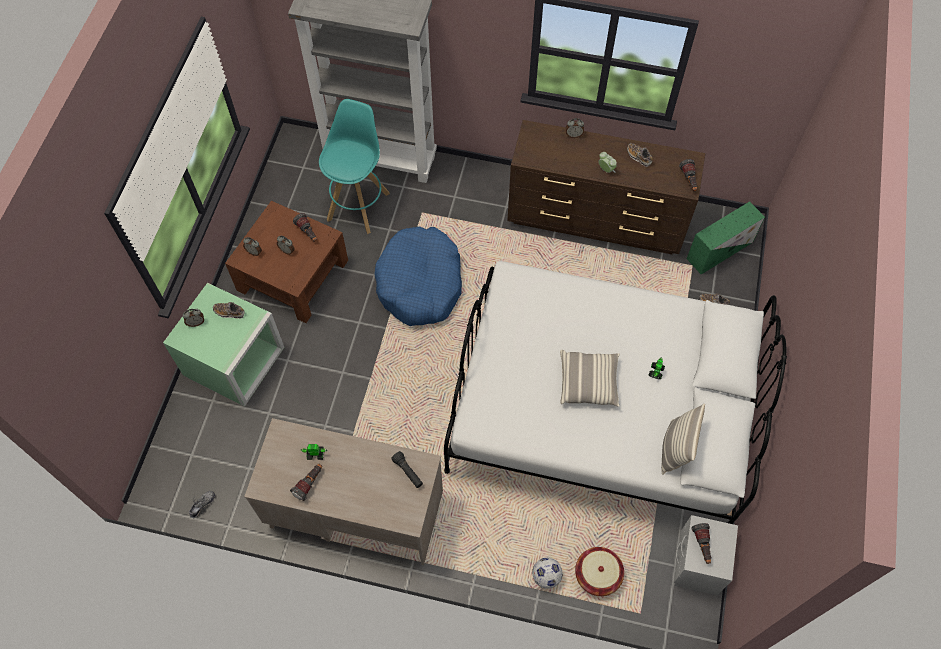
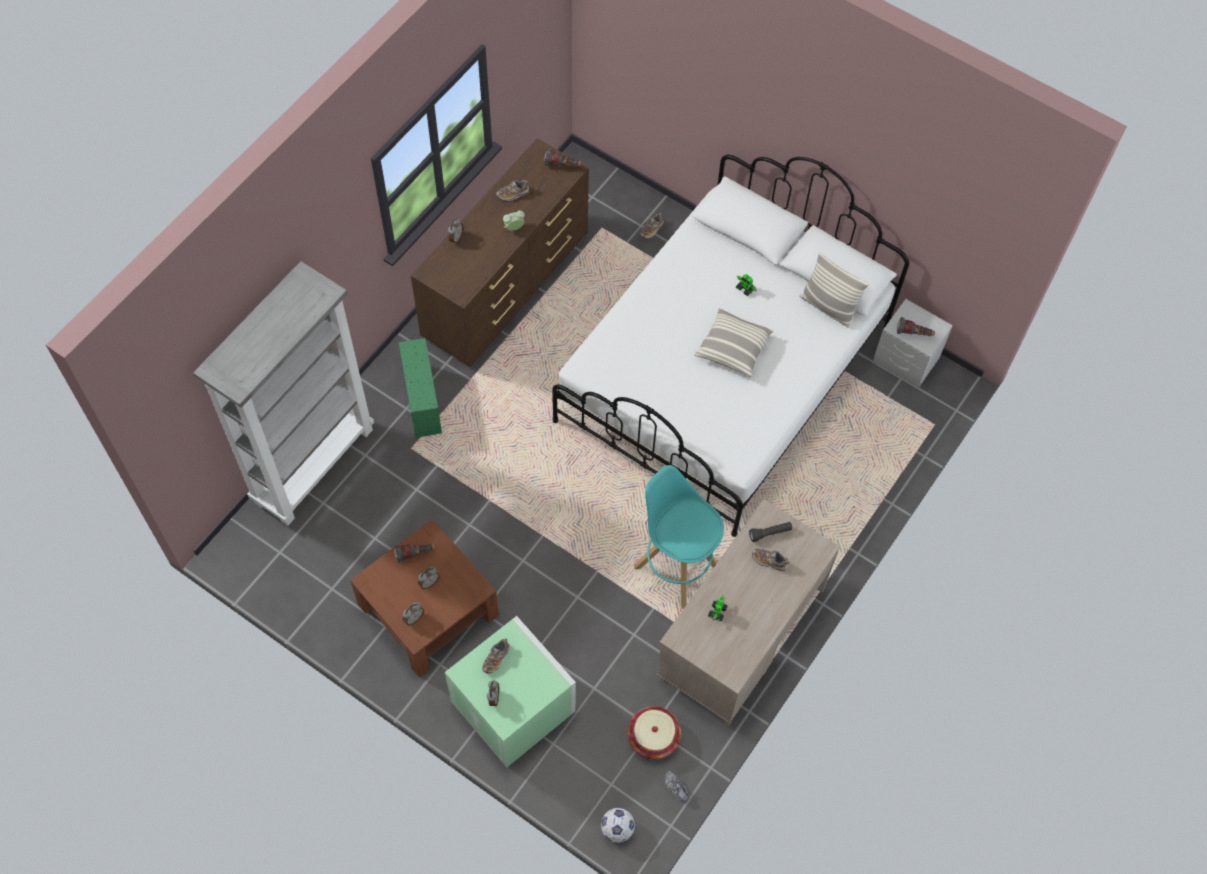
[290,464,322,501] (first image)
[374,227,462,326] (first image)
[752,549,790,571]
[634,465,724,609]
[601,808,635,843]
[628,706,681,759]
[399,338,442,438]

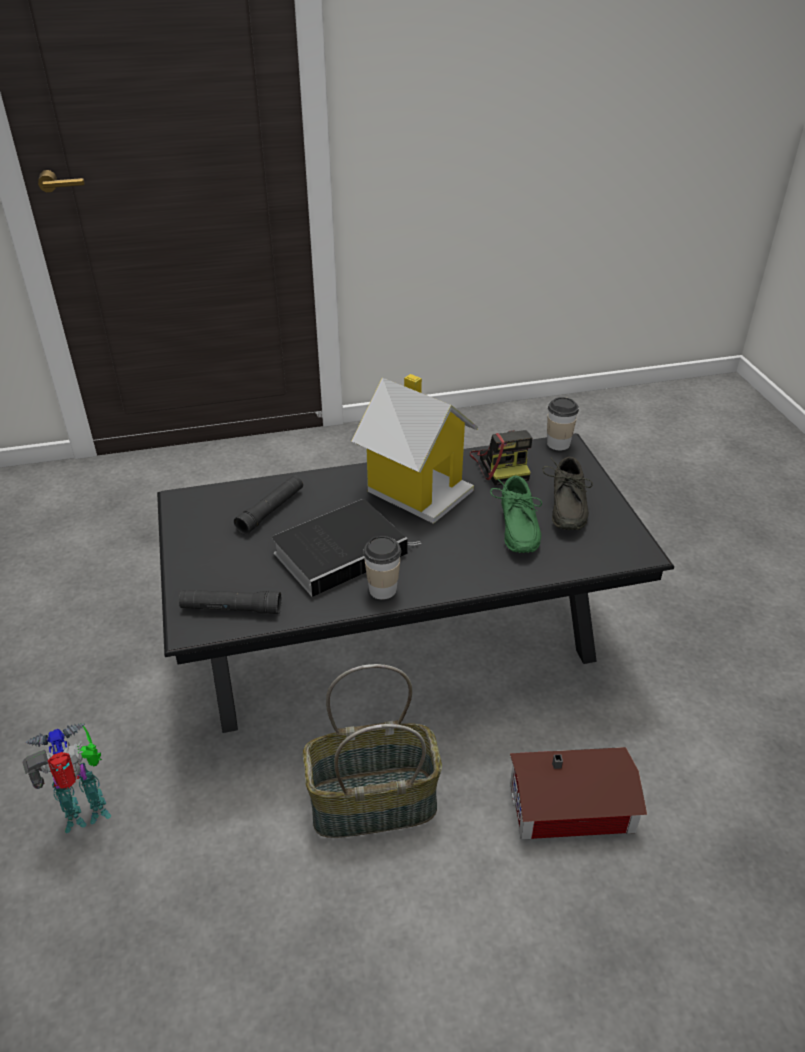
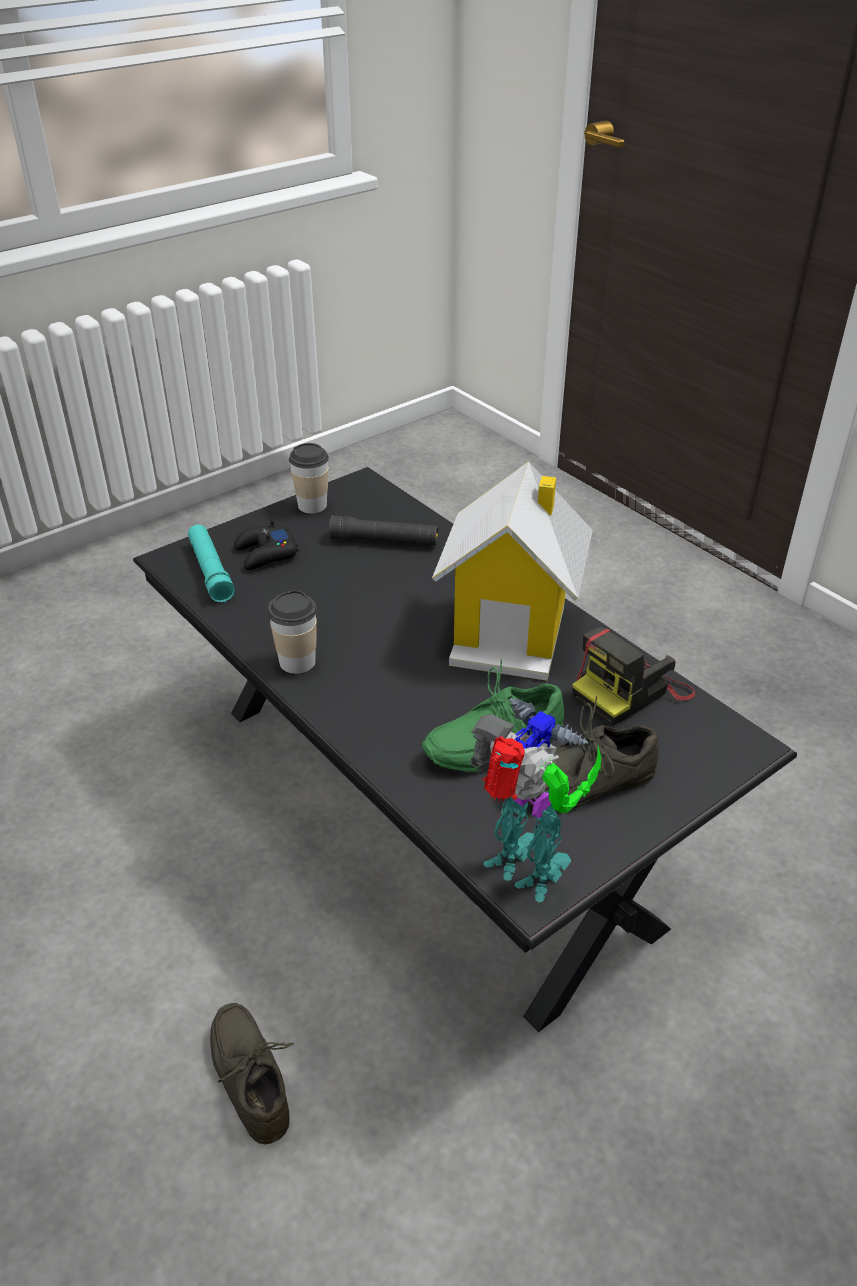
[272,499,421,597] (first image)
[303,664,442,838] (first image)
[234,520,299,570]
[471,698,601,902]
[289,443,329,514]
[210,1003,294,1144]
[188,525,235,603]

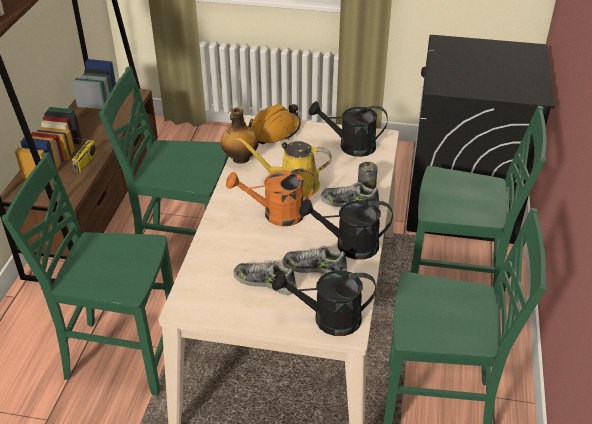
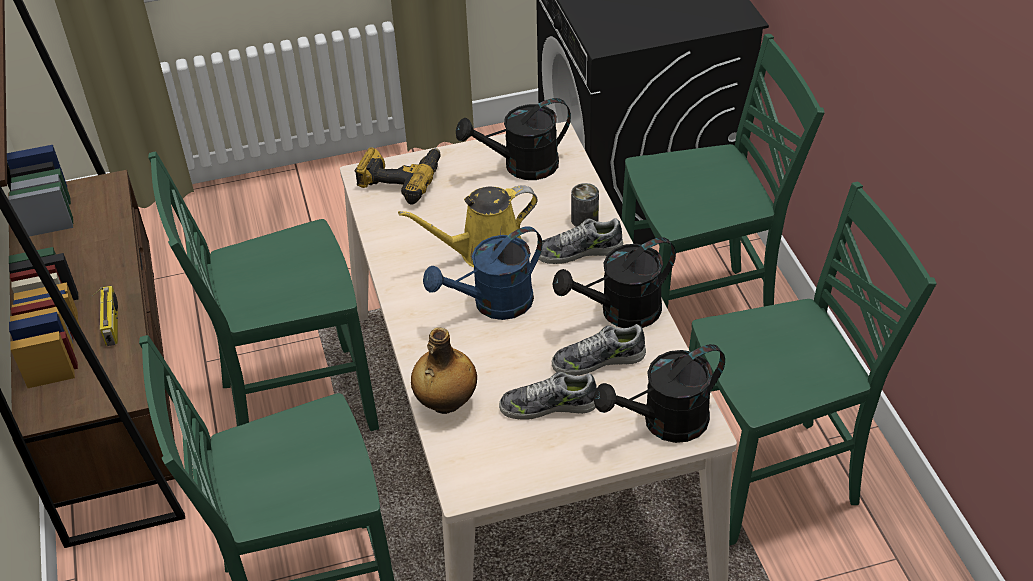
[411,327,477,414]
[355,147,440,205]
[423,226,542,320]

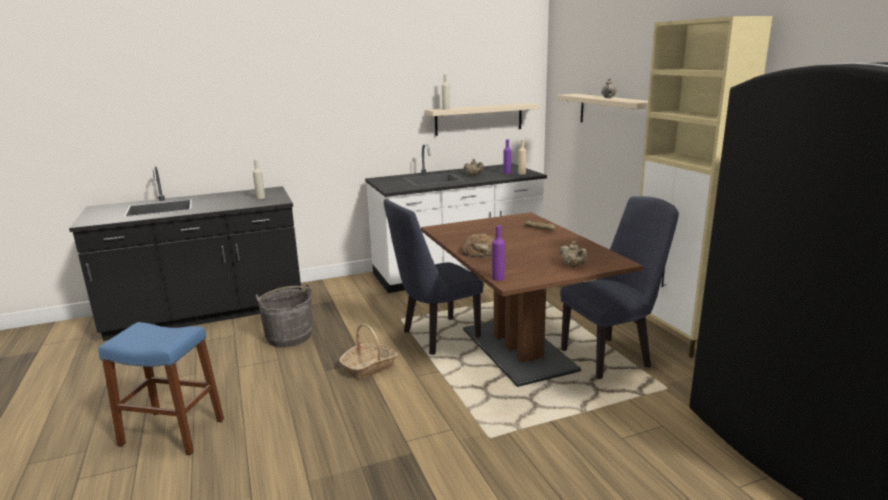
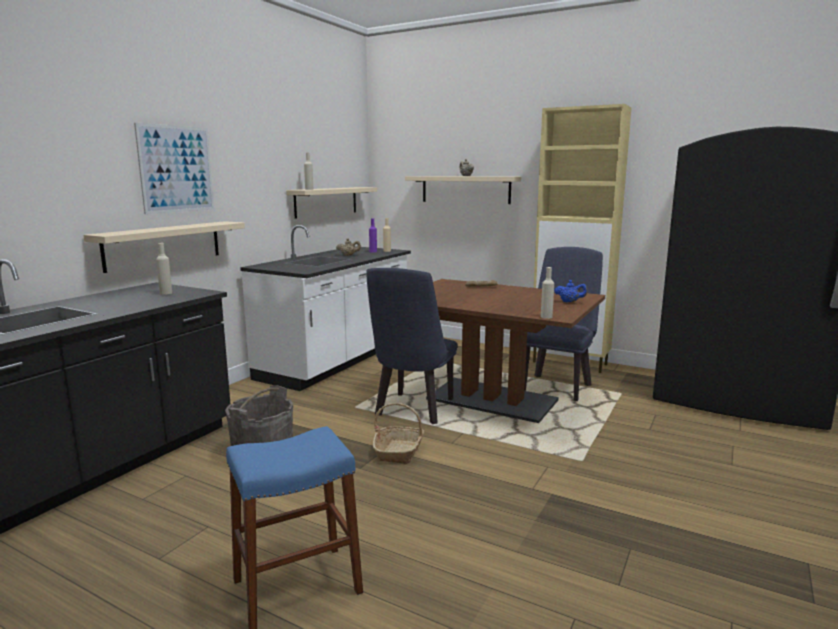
[461,232,495,258] (first image)
[83,221,245,273]
[134,123,214,214]
[541,267,554,319]
[554,280,587,303]

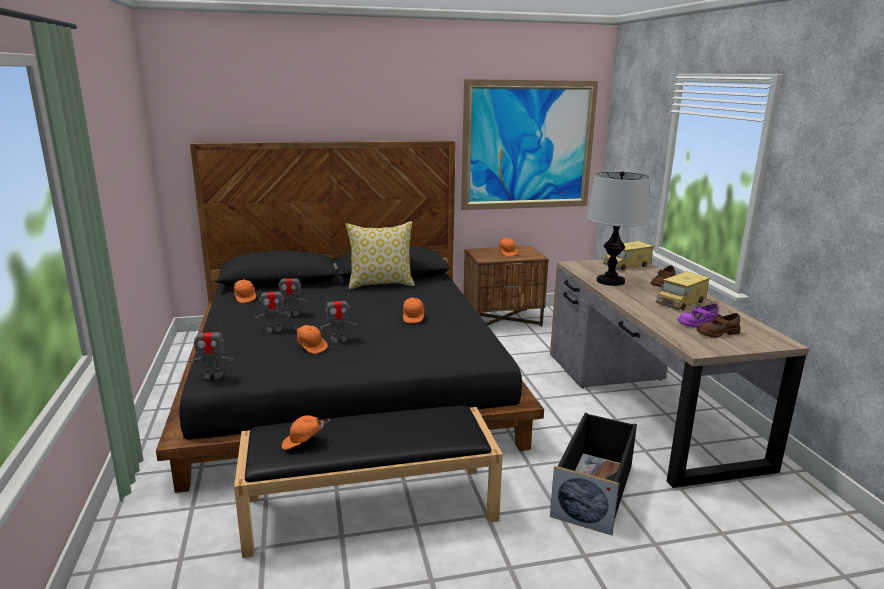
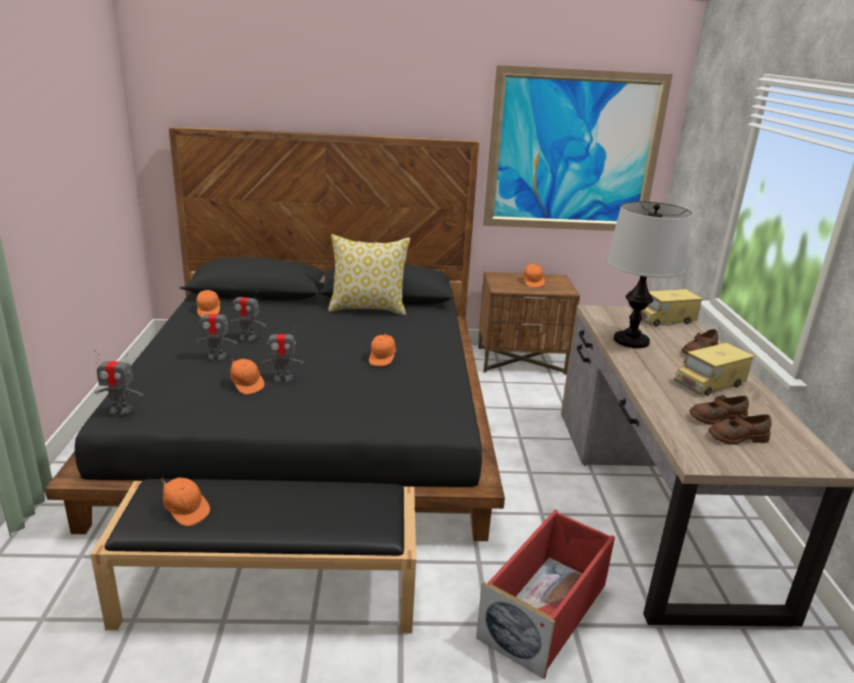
[476,510,615,679]
[689,395,749,425]
[161,477,210,526]

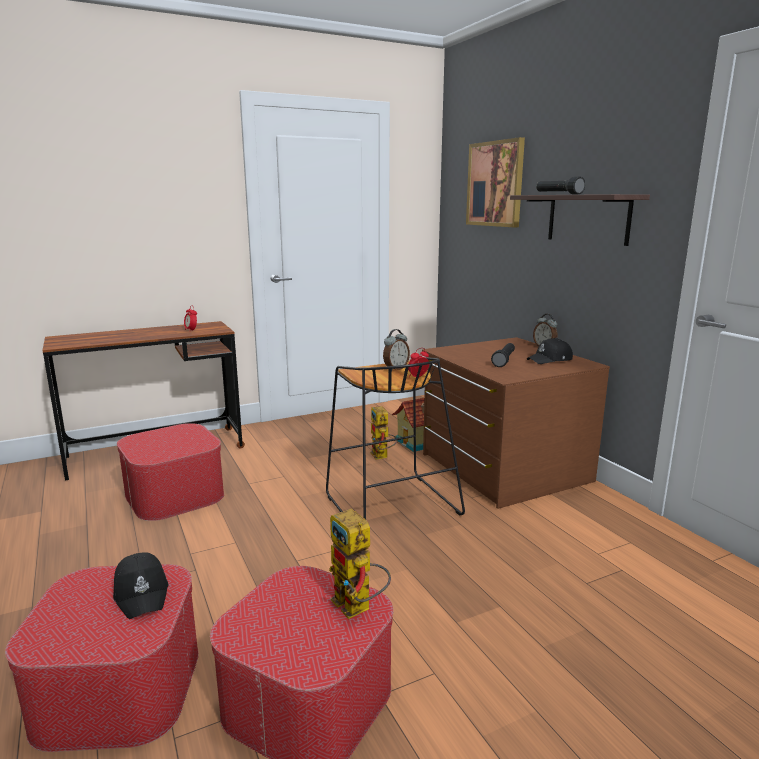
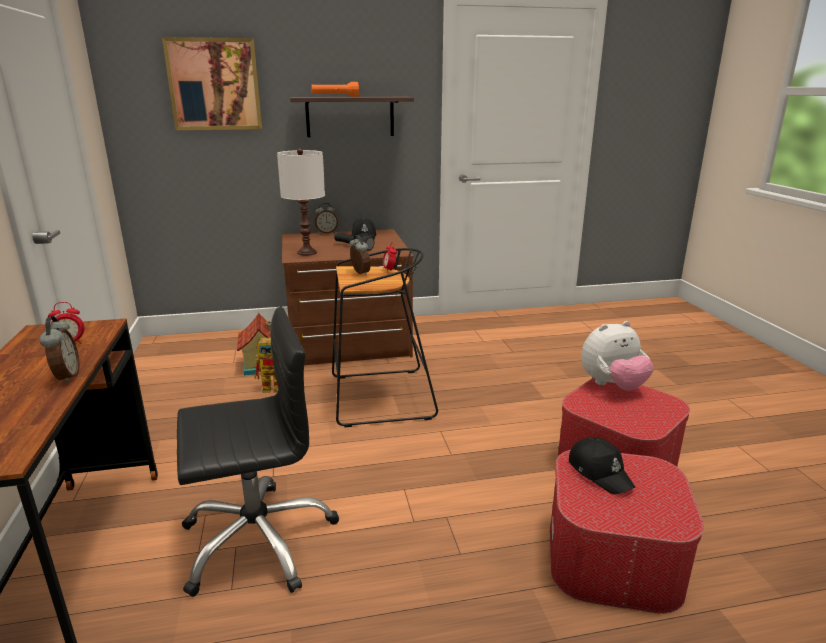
[39,316,80,383]
[277,148,325,256]
[177,307,339,597]
[581,321,654,391]
[311,82,359,97]
[569,437,635,495]

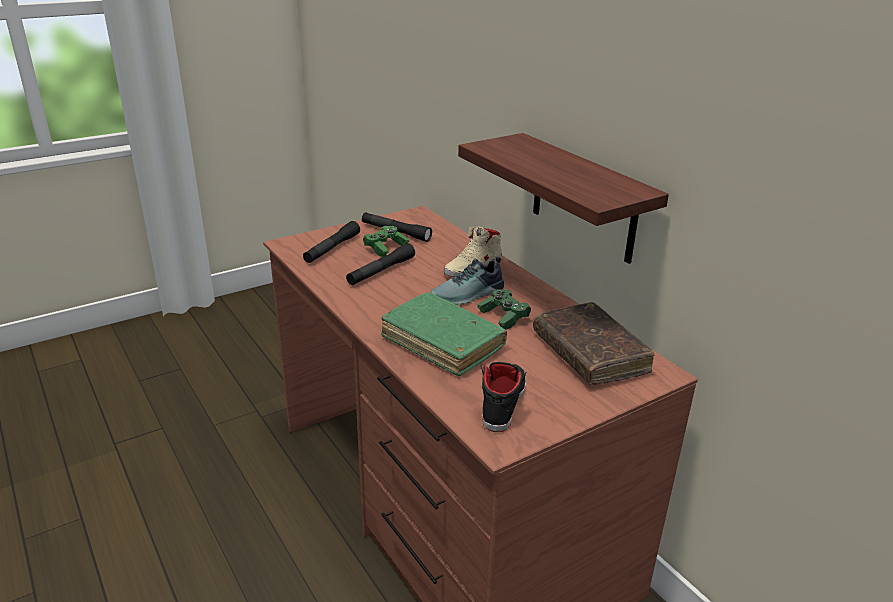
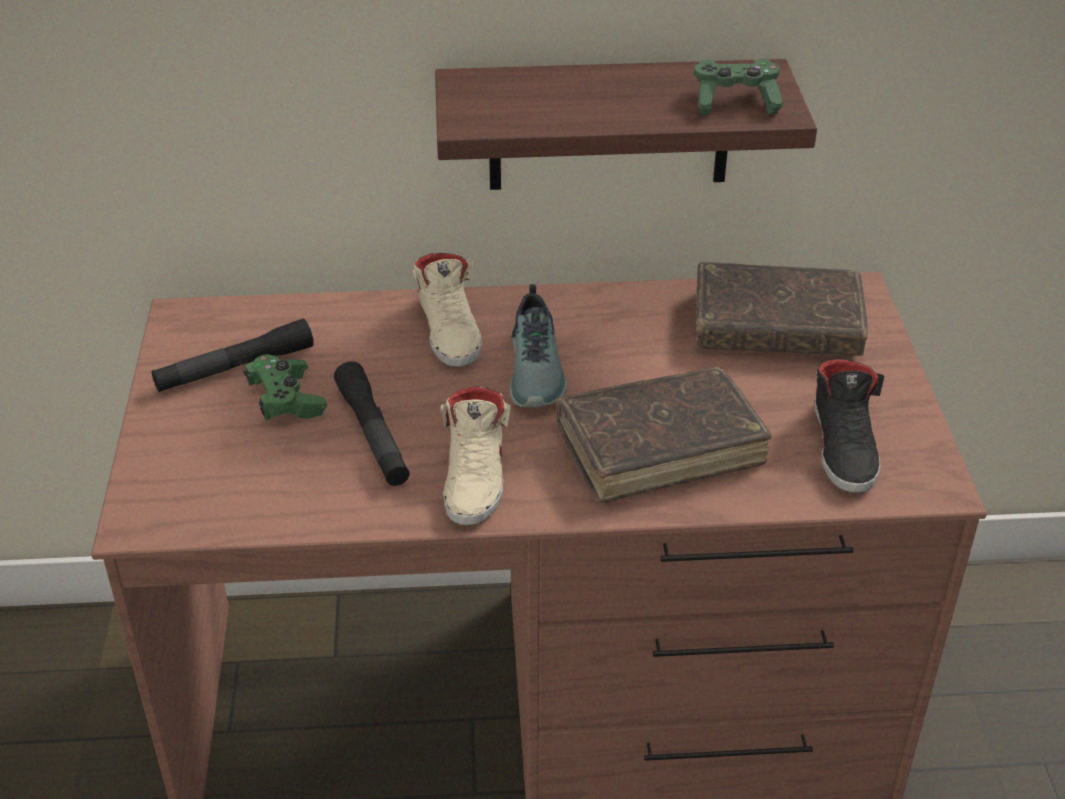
[303,221,360,263] (first image)
[441,386,511,526]
[694,59,783,115]
[556,367,772,503]
[815,358,884,493]

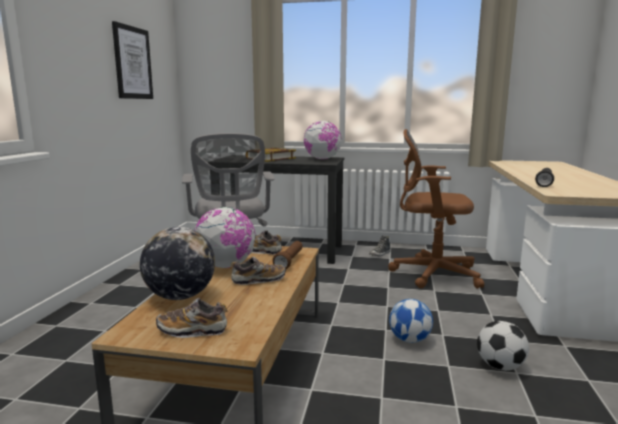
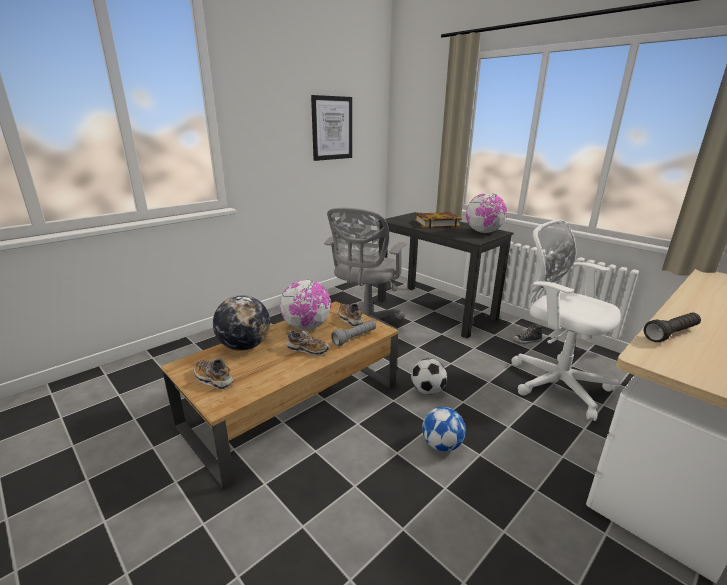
[411,358,447,395]
[331,320,376,346]
[511,220,621,421]

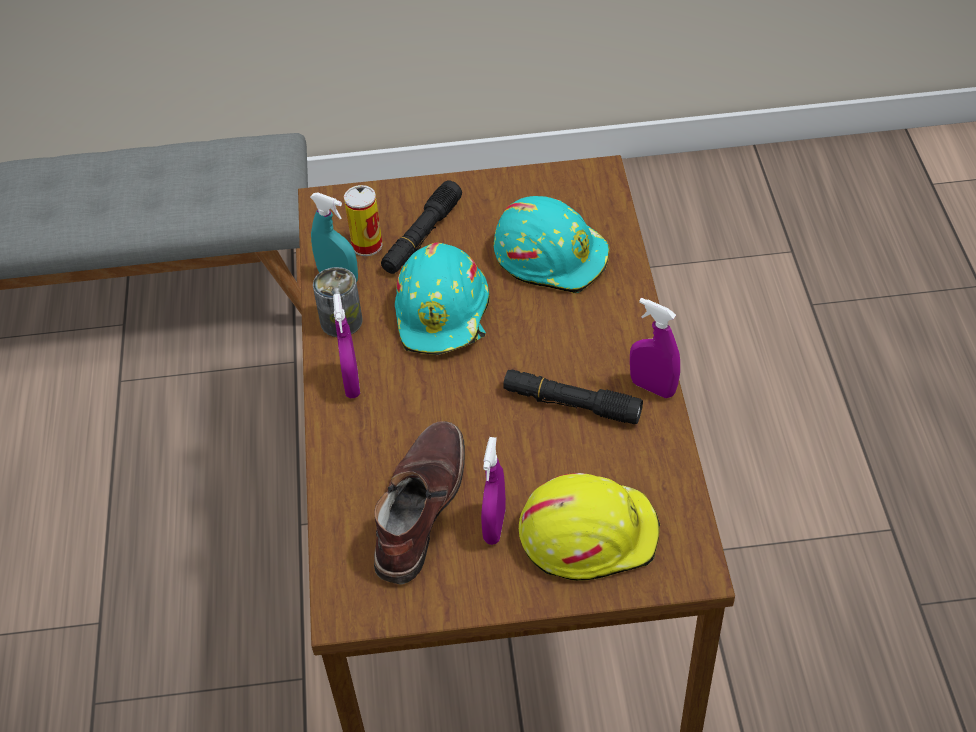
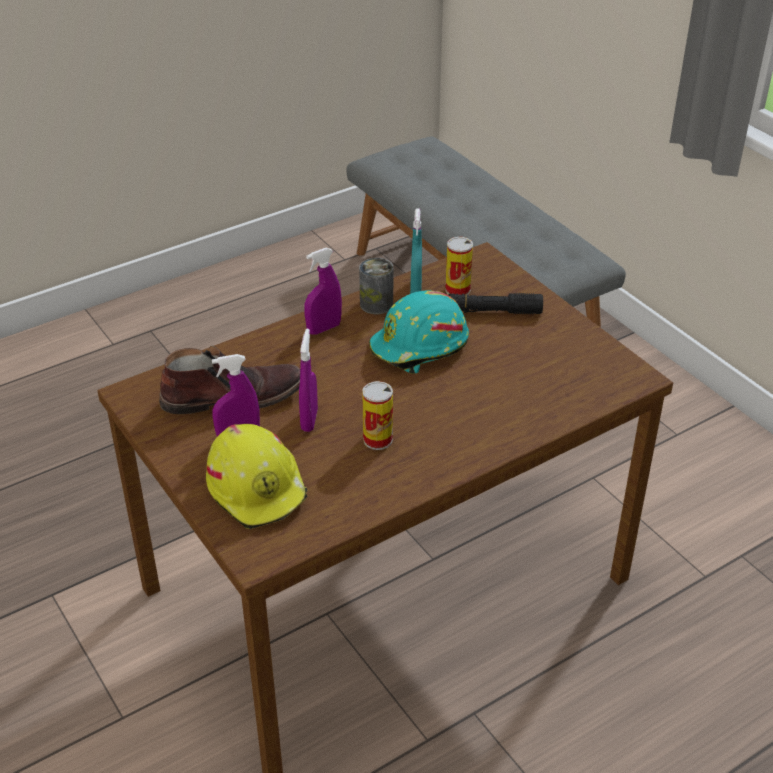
[494,196,609,293] (first image)
[299,329,318,432]
[362,381,393,450]

